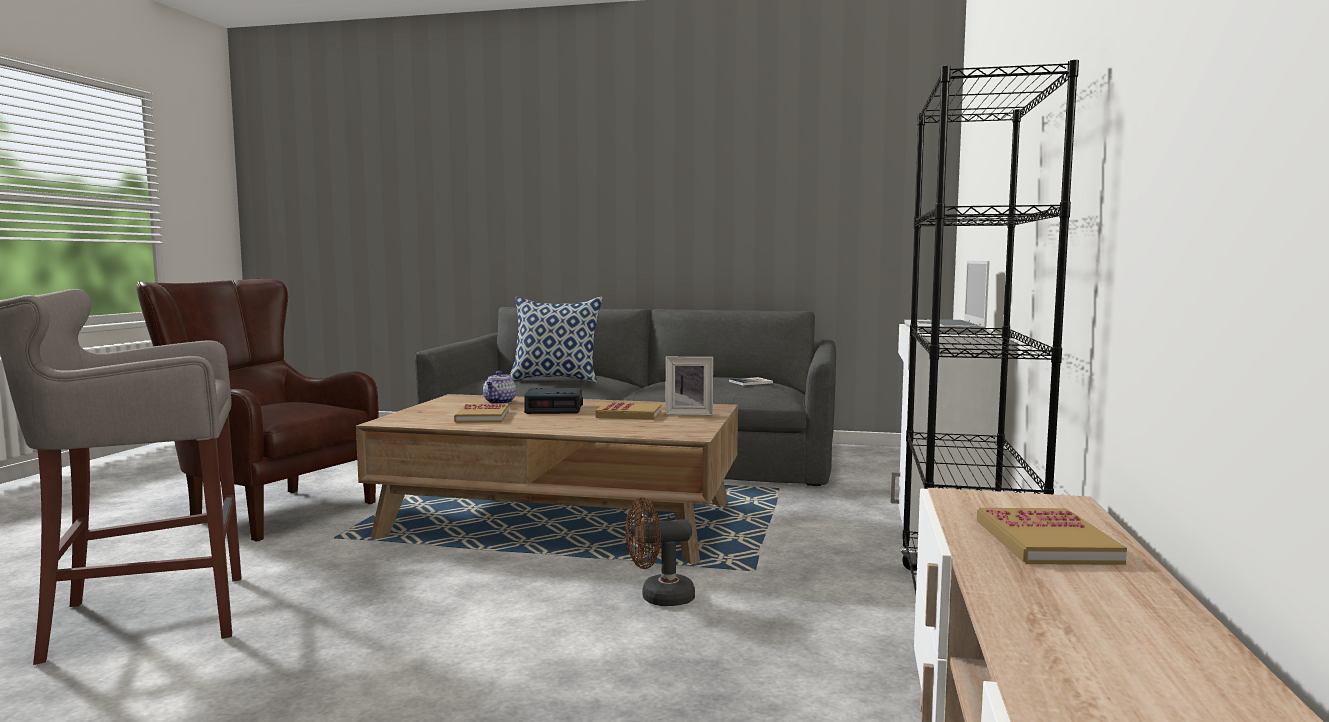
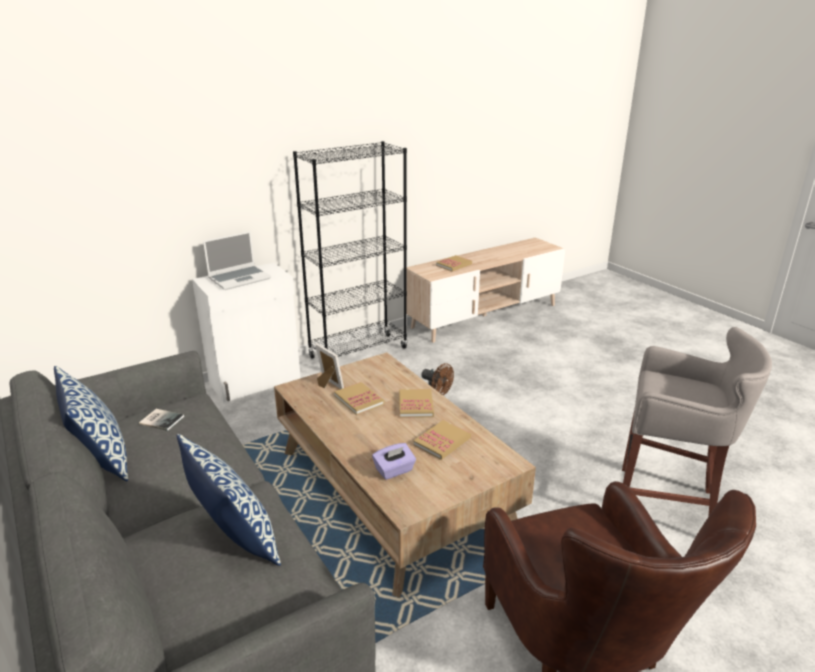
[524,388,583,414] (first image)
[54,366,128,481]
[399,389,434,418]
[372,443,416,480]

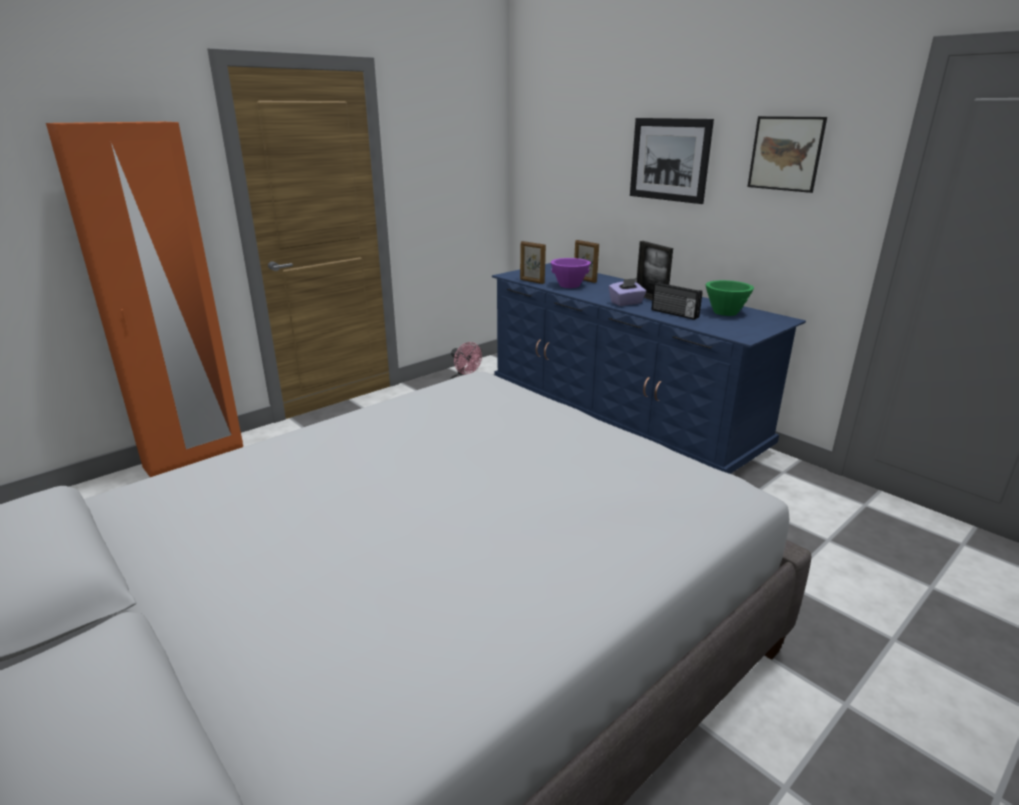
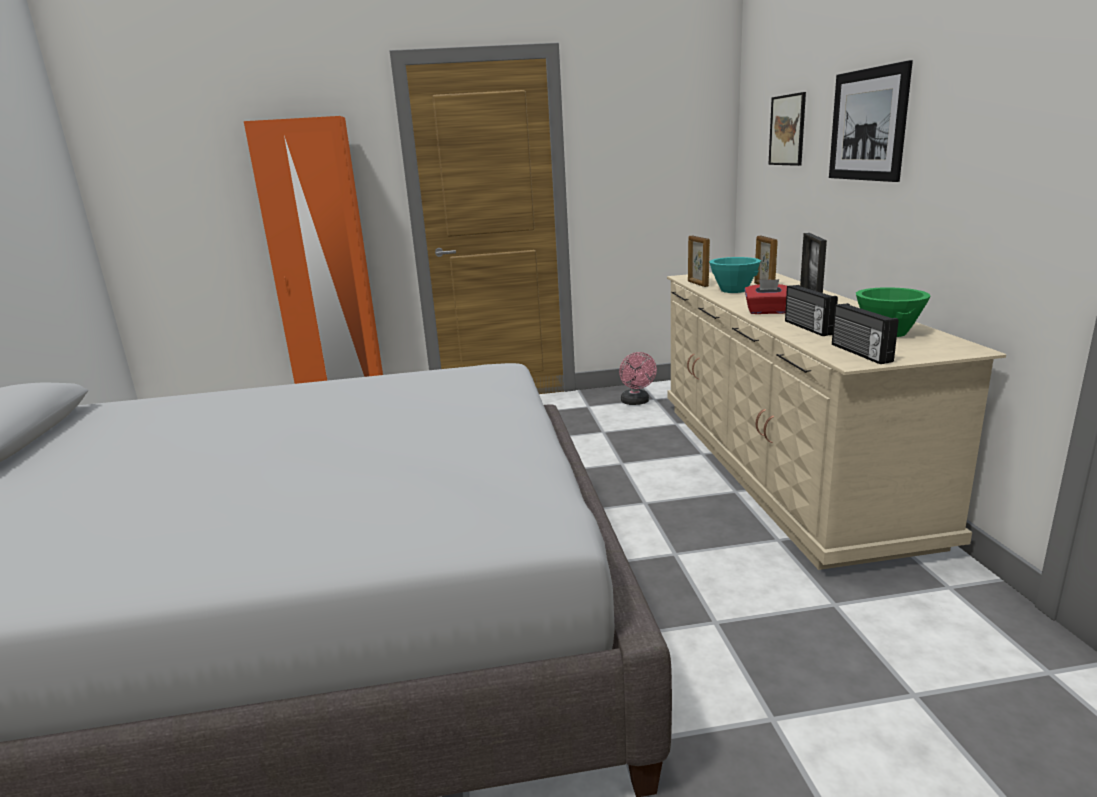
[832,303,898,364]
[769,92,806,166]
[667,272,1006,570]
[709,257,761,293]
[745,279,787,314]

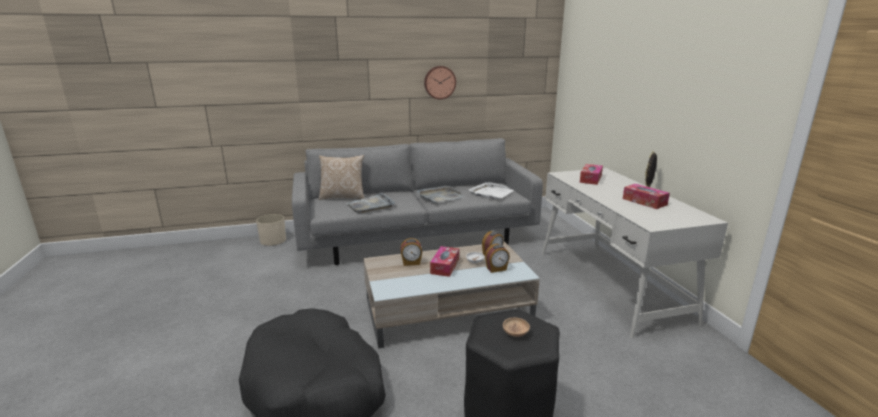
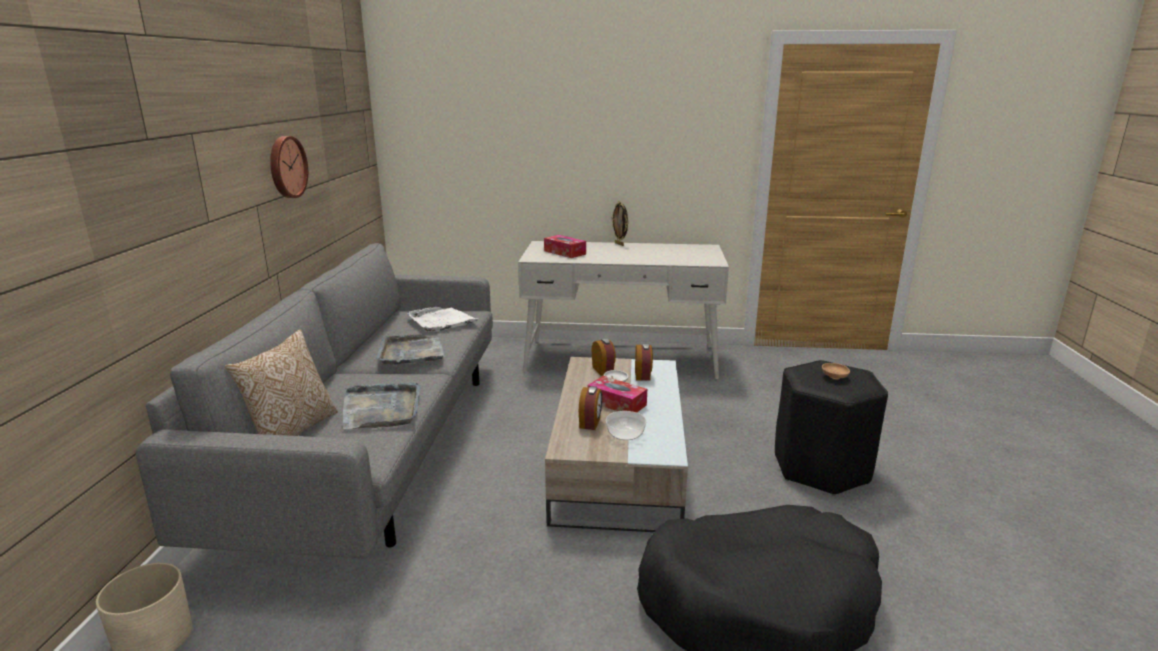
[623,184,670,209] (first image)
[606,411,646,440]

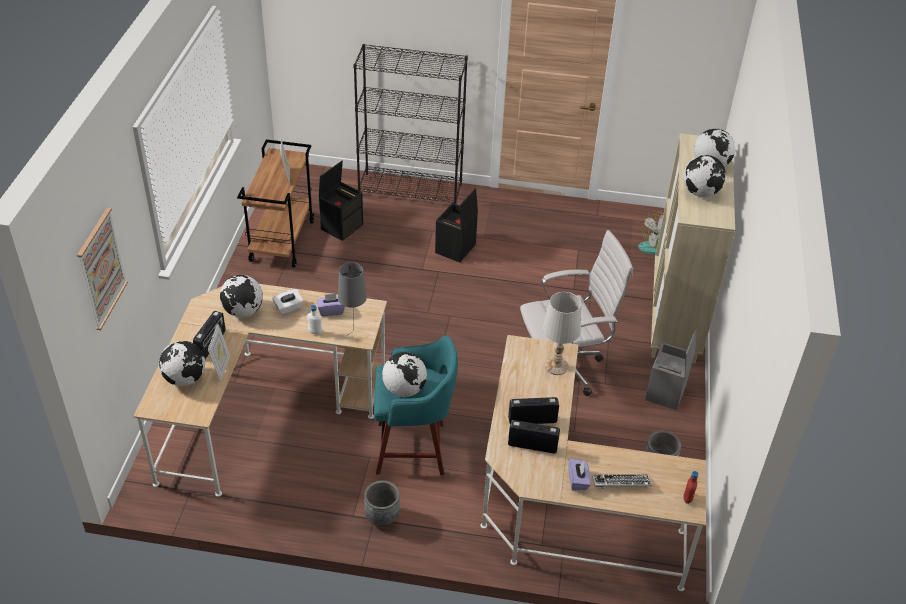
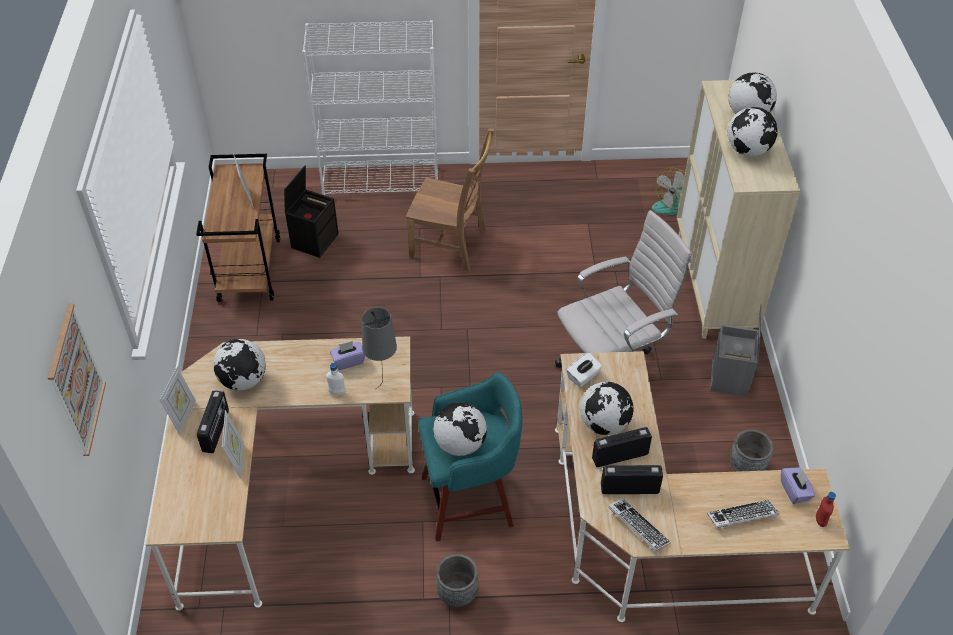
[543,292,581,375] (first image)
[160,367,196,434]
[608,499,671,551]
[580,382,634,435]
[566,353,602,387]
[781,467,815,504]
[406,128,494,272]
[302,20,438,195]

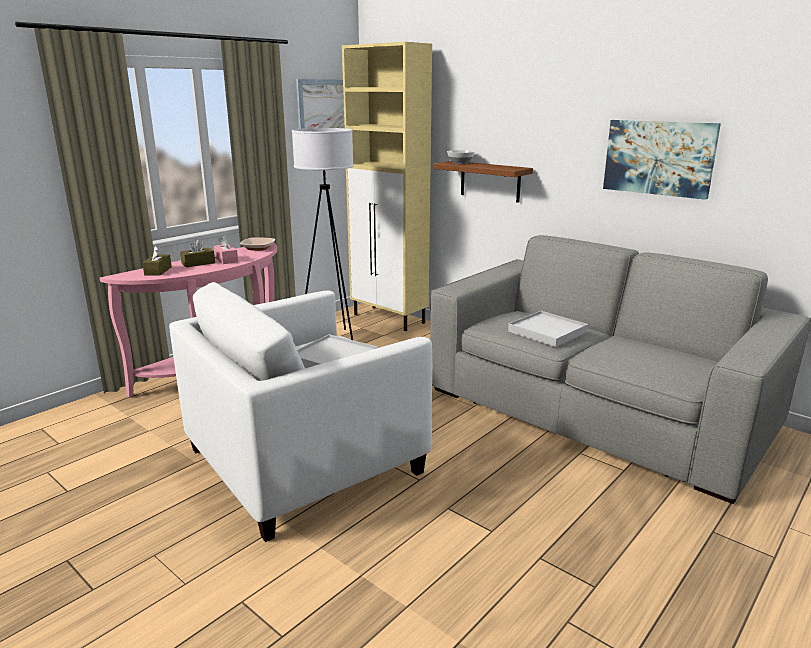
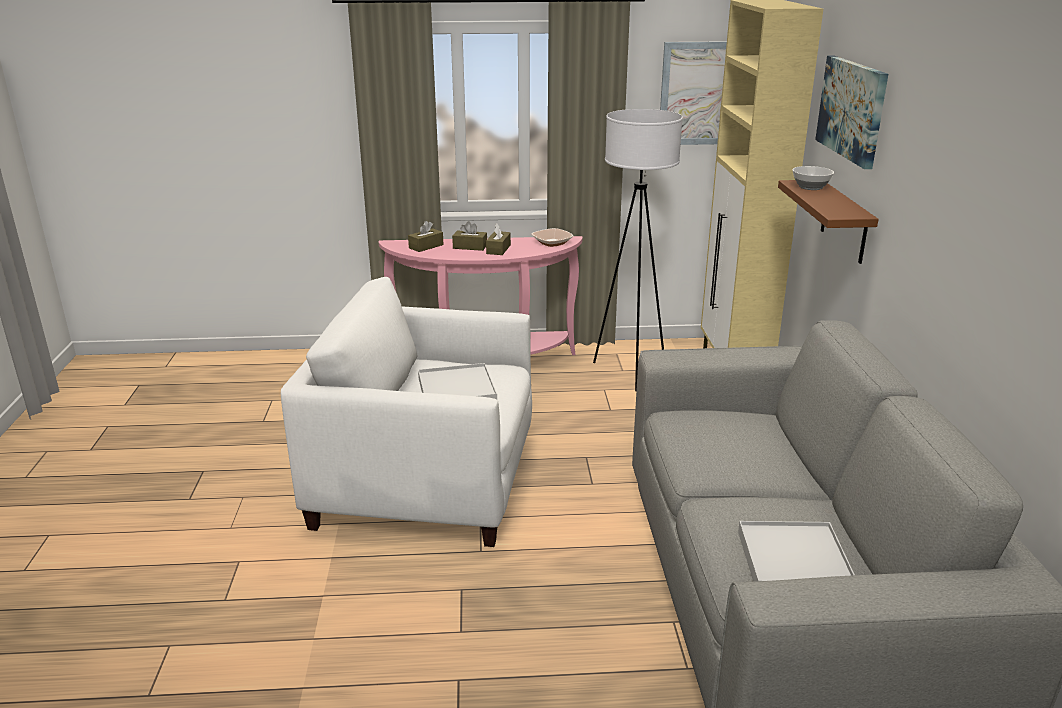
[738,521,855,582]
[815,56,888,169]
[486,223,511,255]

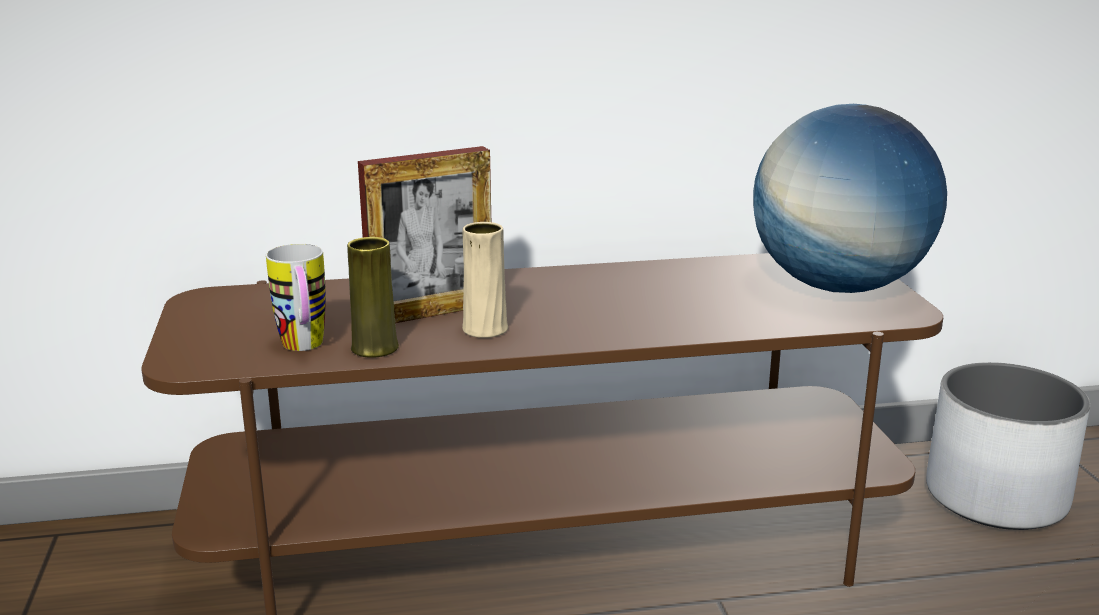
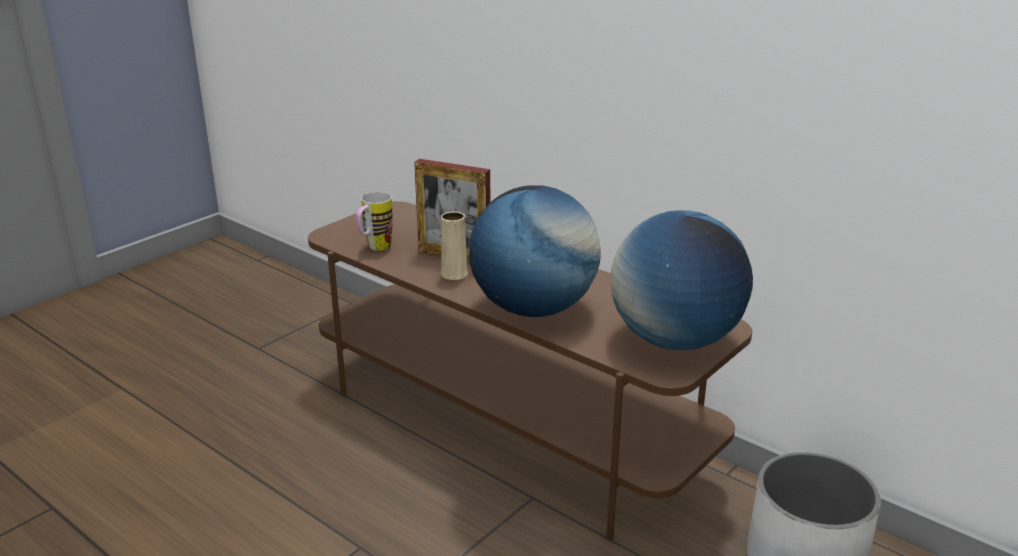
[347,237,399,358] (first image)
[469,185,601,317]

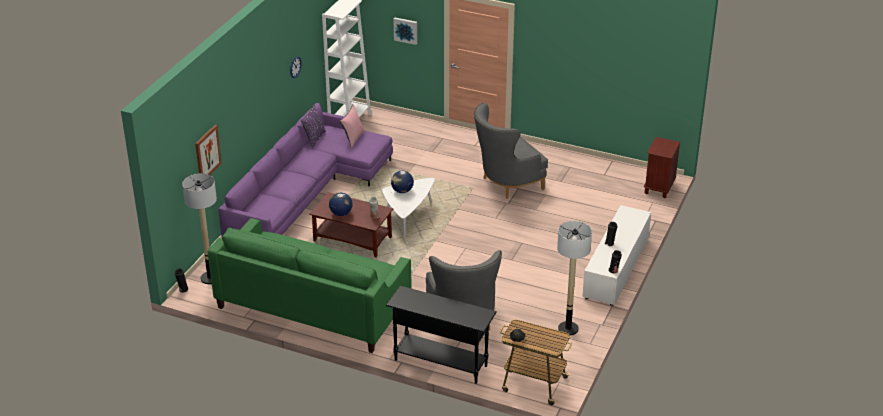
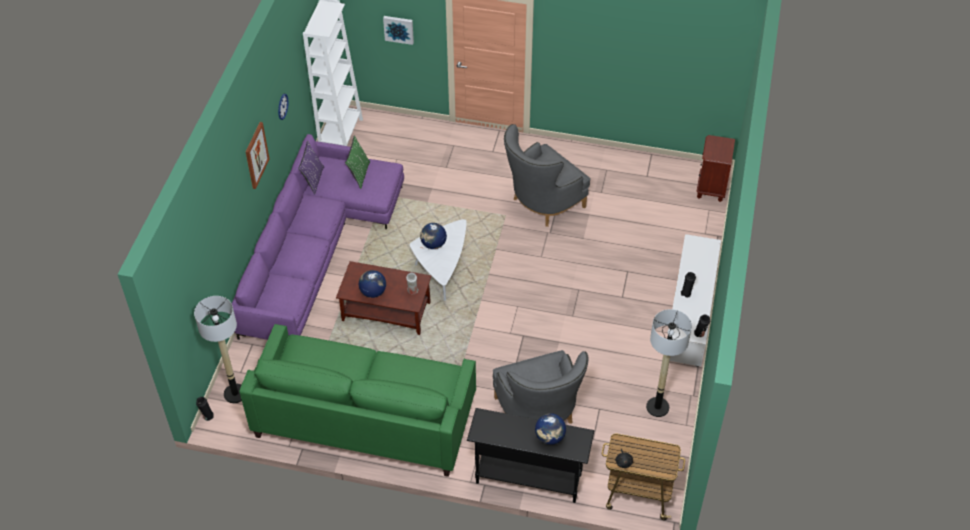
[535,413,566,445]
[246,122,269,189]
[345,135,370,189]

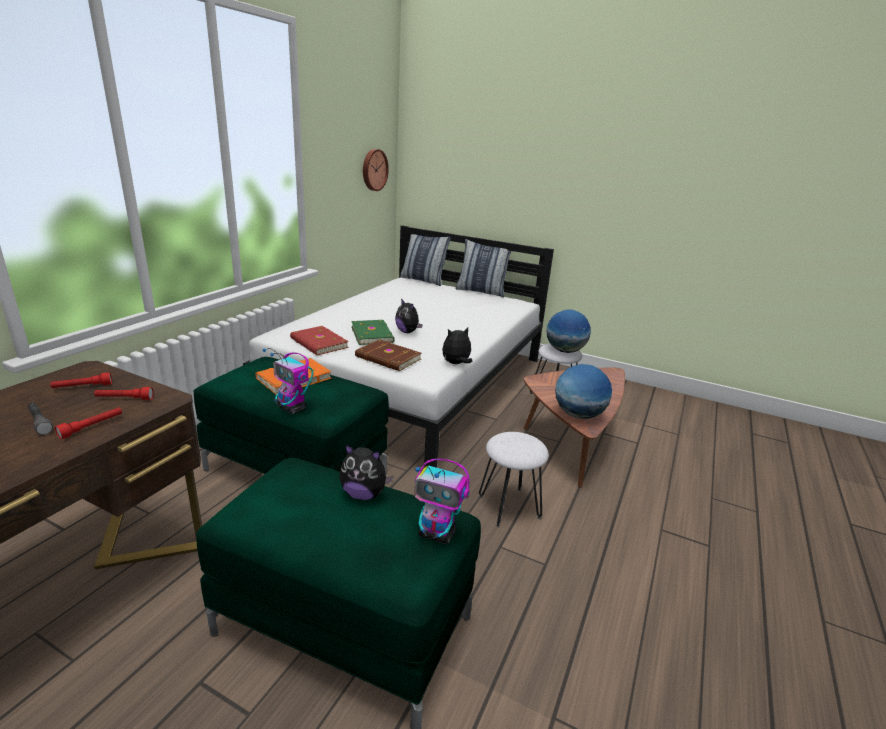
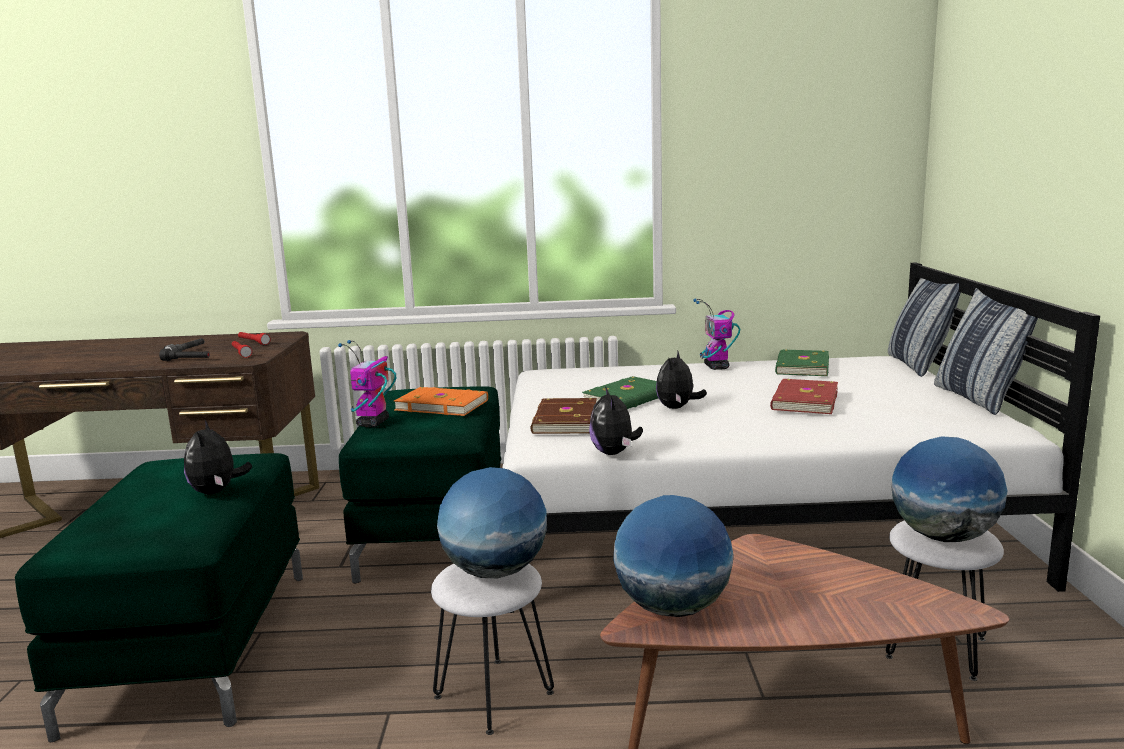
[363,149,389,191] (first image)
[437,467,547,578]
[775,349,829,376]
[770,379,838,414]
[693,299,740,370]
[159,349,210,361]
[589,386,643,455]

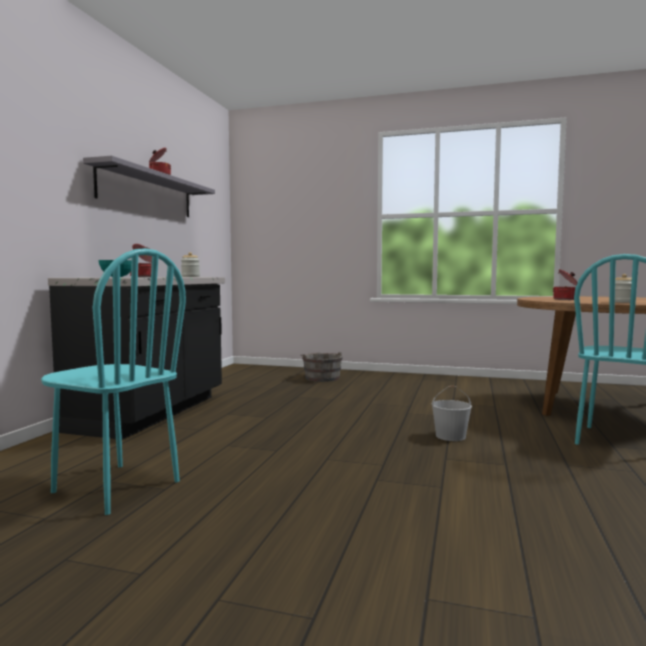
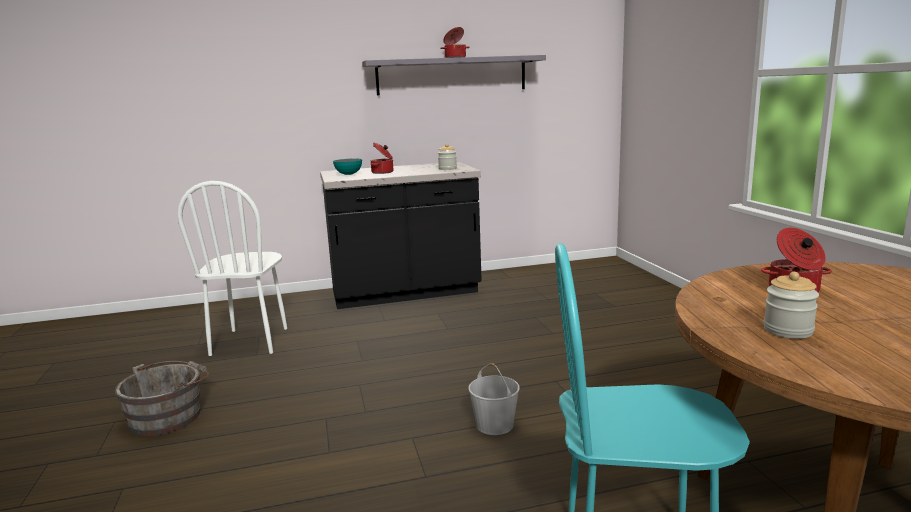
[115,361,209,436]
[177,181,287,356]

